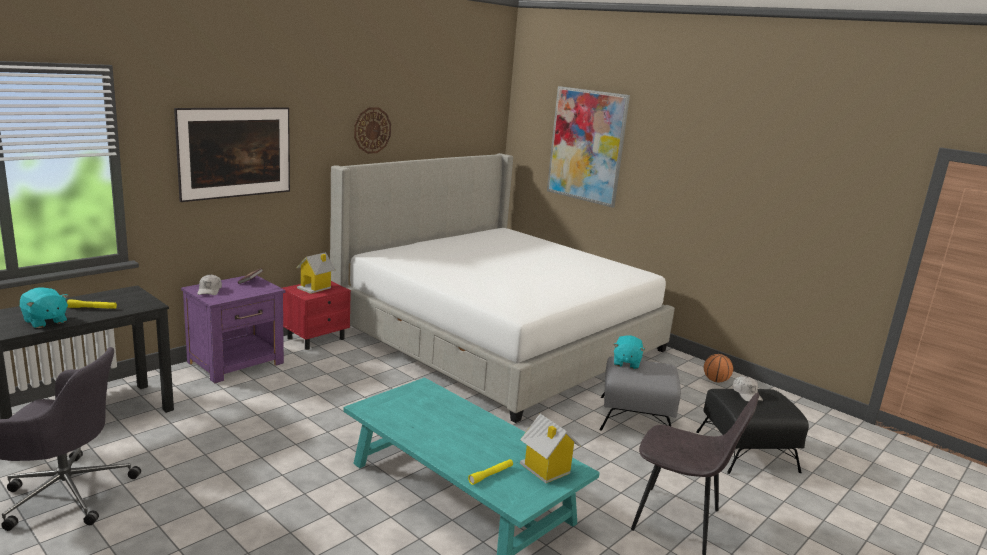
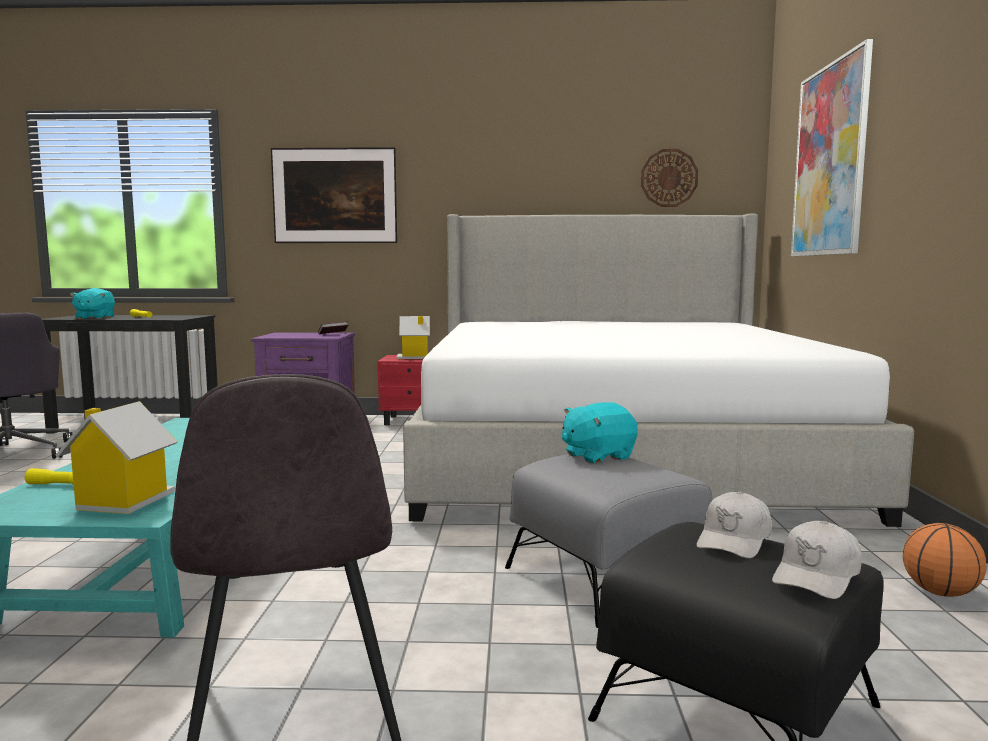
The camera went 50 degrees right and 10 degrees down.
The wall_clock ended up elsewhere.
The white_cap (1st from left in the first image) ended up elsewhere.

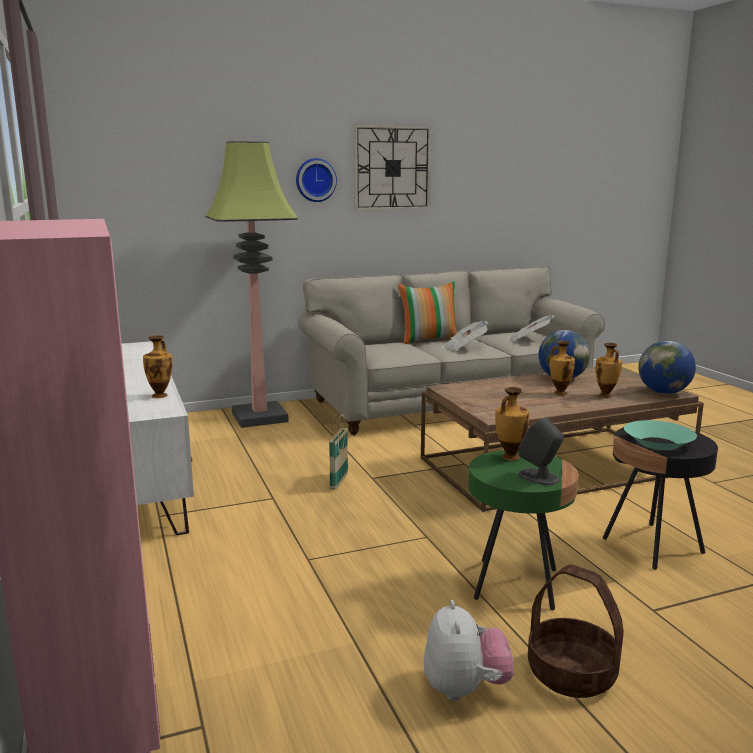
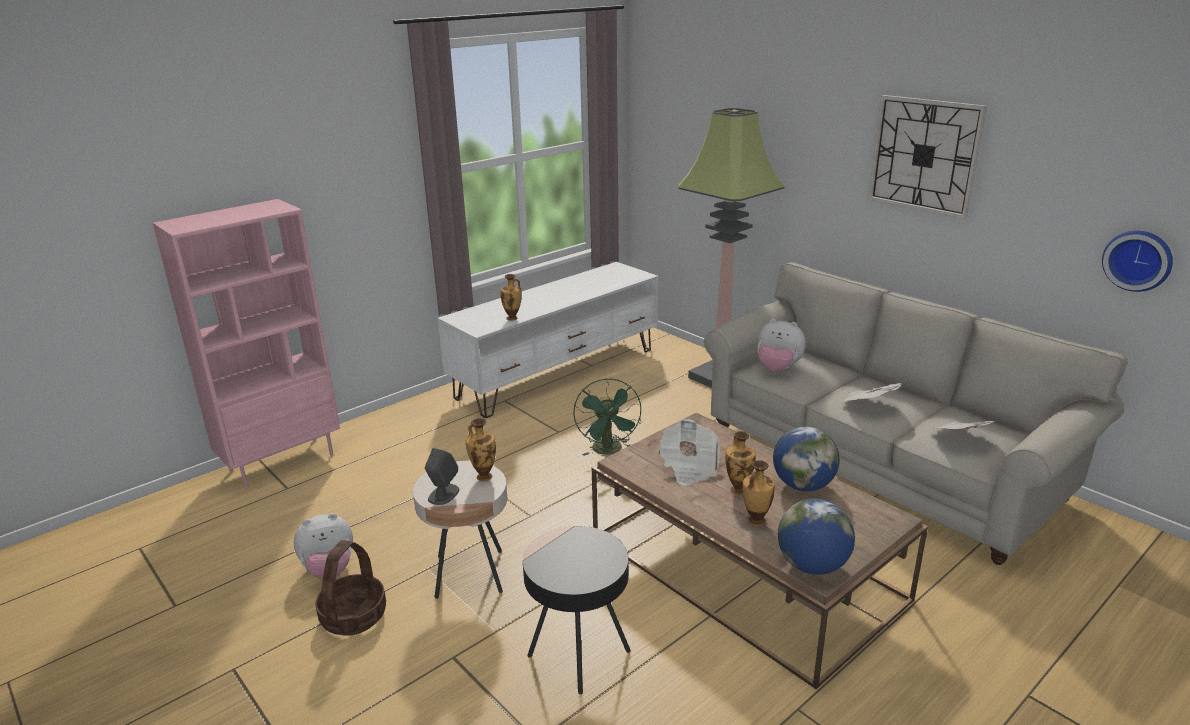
The camera went 70 degrees right and 10 degrees up.
The wall_clock (1st from left in the first image) ended up elsewhere.
The second view lost the pillow.
Where the basket (1st from left) stood, the green_fan came to stand.
The second view lost the turquoise_bowl.
What was the green_side_table turned into the beige_side_table.
The second view gained the plush_toy (2nd from left).
The second view gained the newspaper (1st from left).

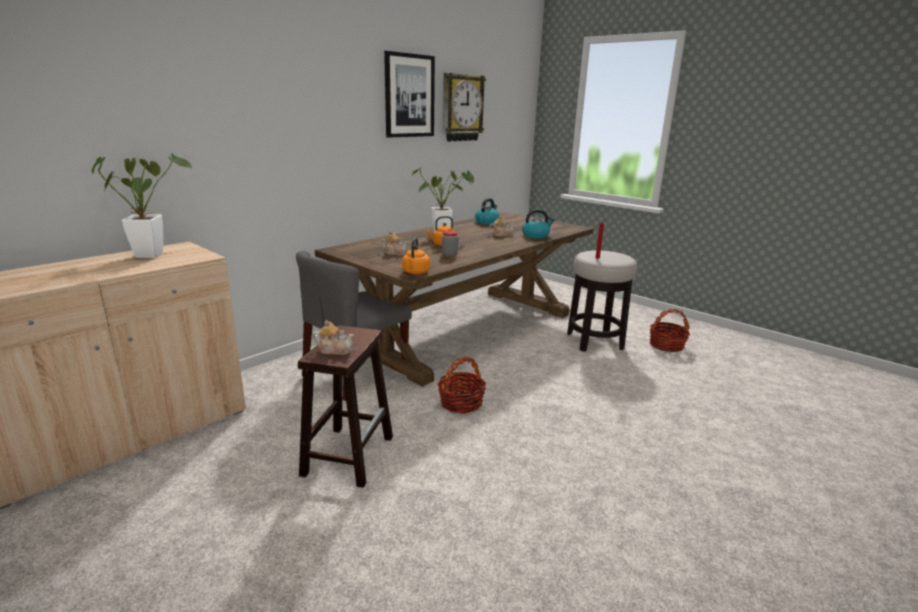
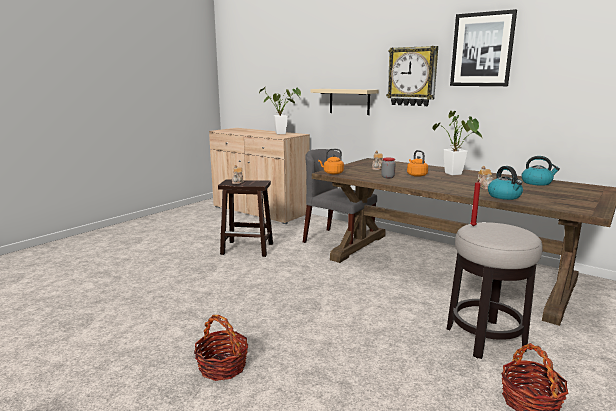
The camera went 85 degrees right and 5 degrees down.
The wall_clock ended up elsewhere.
The basket (1st from left) ended up elsewhere.
The second view gained the beige_shelf.

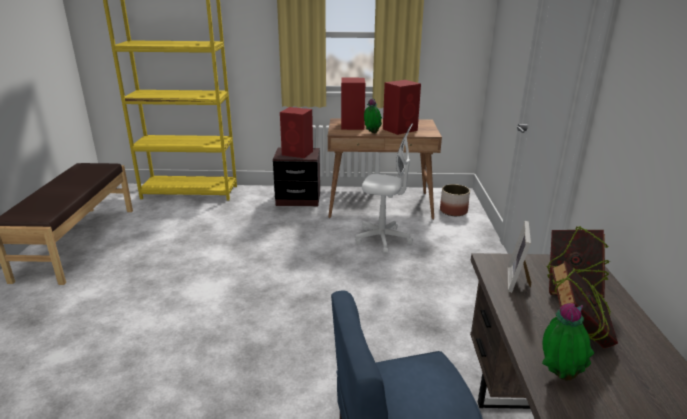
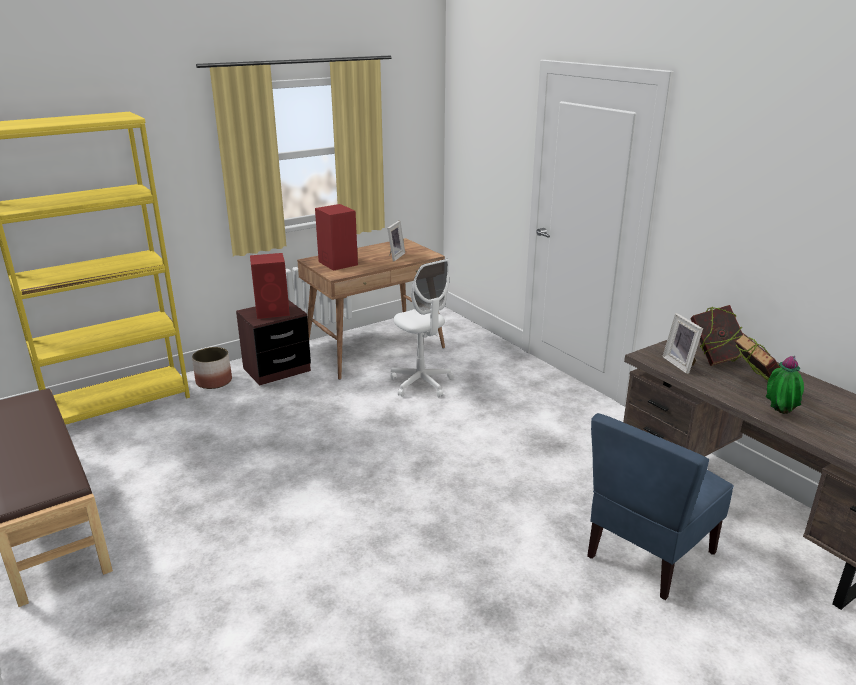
The camera went 35 degrees left and 0 degrees up.
Where the red_speaker (3rd from left) stood, the picture_frame (1st from left) came to stand.
The second view lost the potted_plant (1st from left).
The white_office_chair ended up facing another way, 75 degrees clockwise from before.
The planter ended up elsewhere.

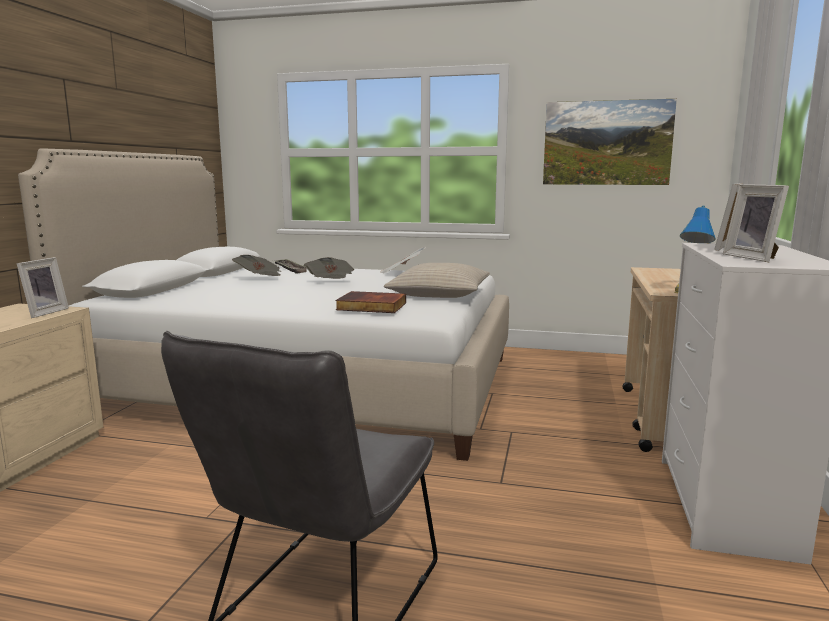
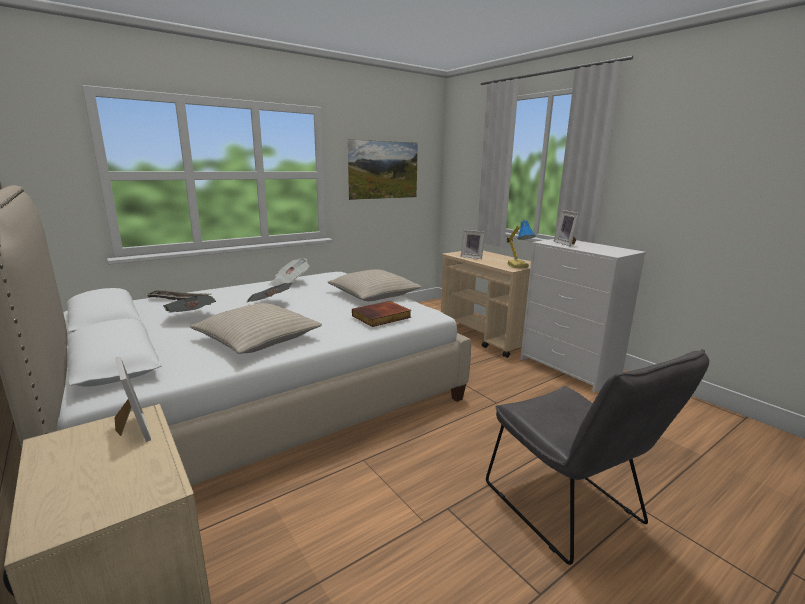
The camera went 50 degrees left and 5 degrees up.
The picture_frame (3rd from left in the first image) ended up elsewhere.
The second view gained the beige_pillow (1st from left).

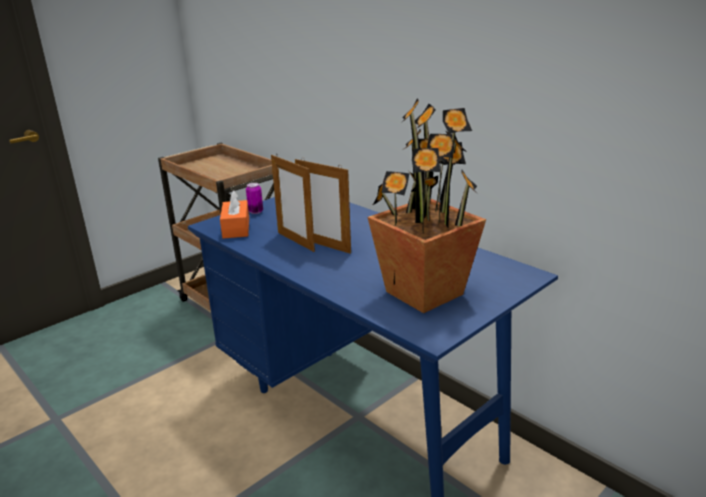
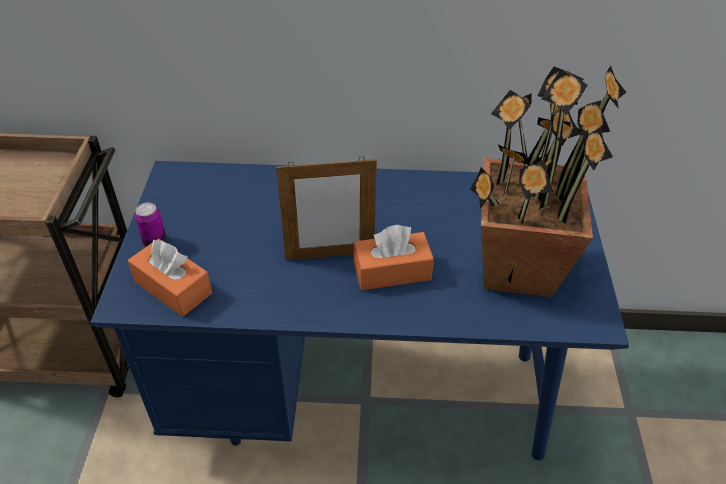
The camera went 45 degrees left and 20 degrees up.
The second view lost the picture_frame (1st from left).
The second view gained the orange_tissue_box (2nd from left).

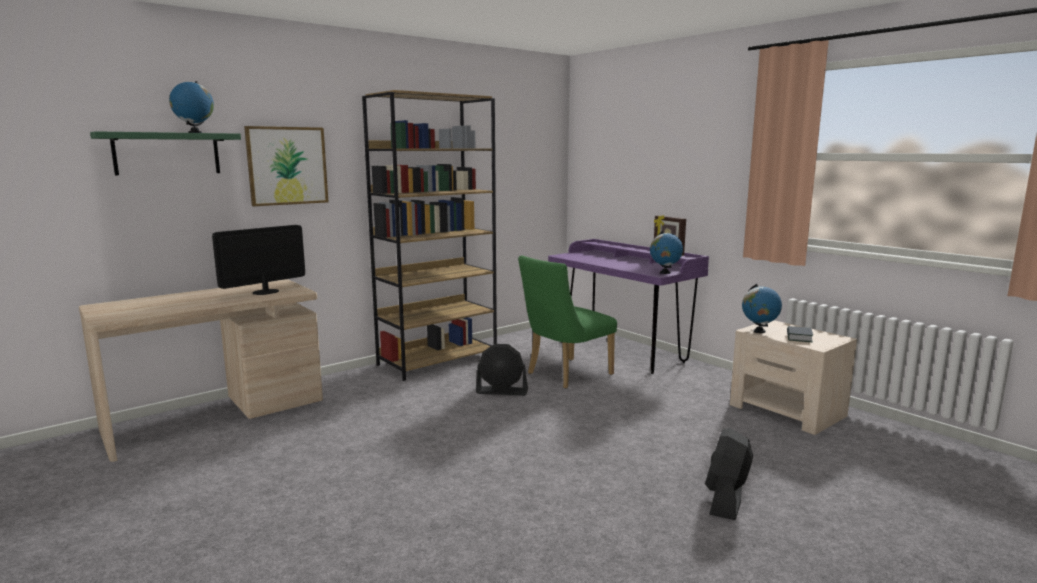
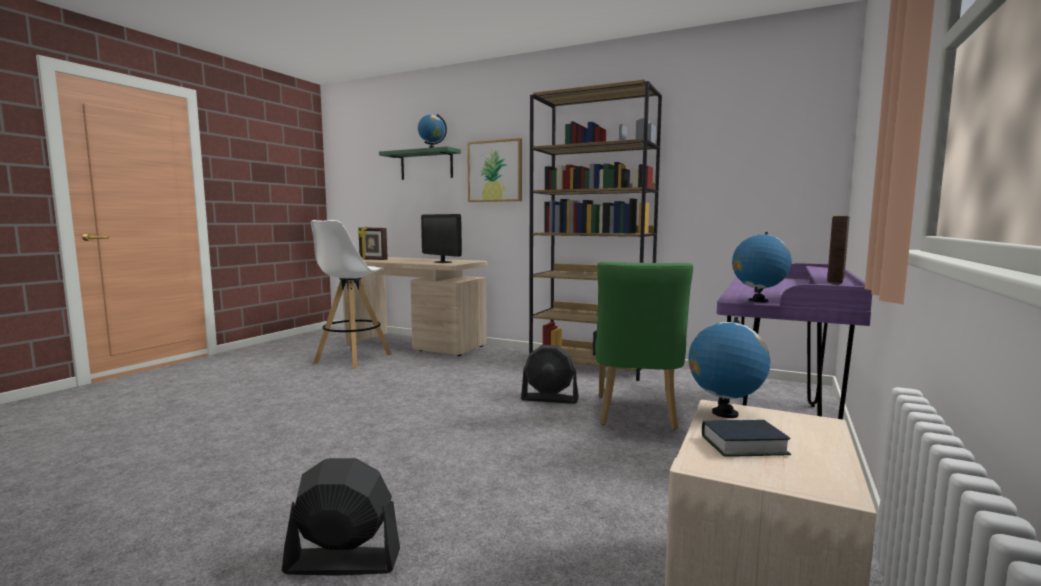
The camera went 65 degrees right and 5 degrees down.
The monitor ended up facing another way, 150 degrees counterclockwise from before.
The green_chair ended up facing another way, 105 degrees counterclockwise from before.
The black_fan (1st from left in the first image) ended up facing another way, 60 degrees counterclockwise from before.
The second view gained the white_stool.
The second view gained the picture_frame (1st from left).

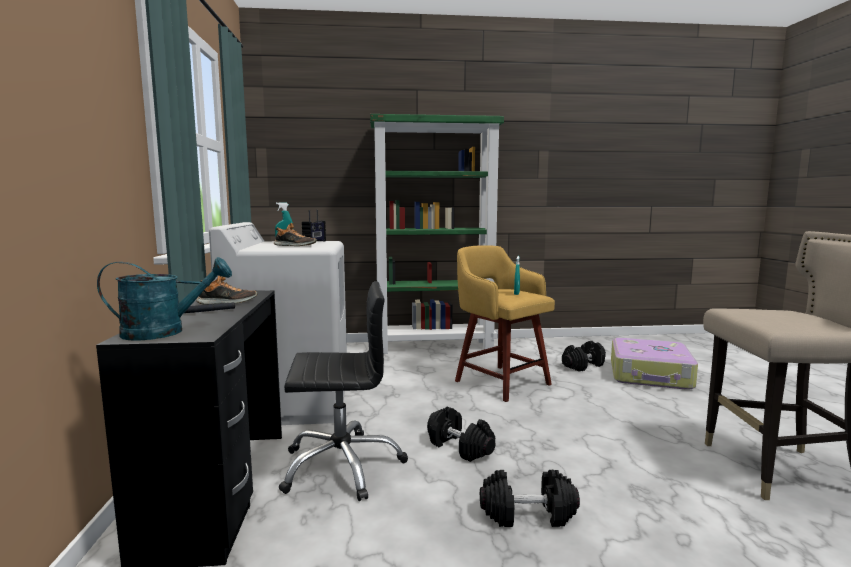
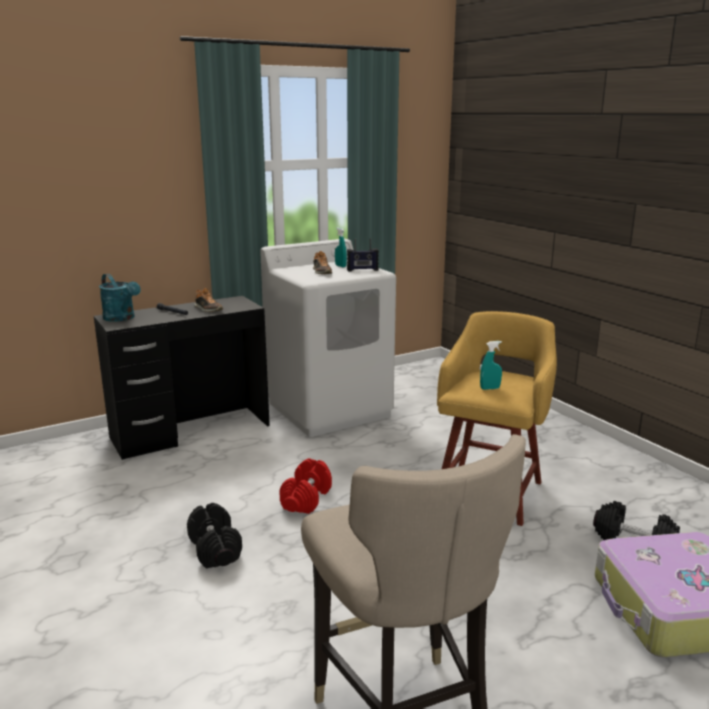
The camera went 65 degrees right and 10 degrees up.
The second view lost the green_bookcase.
The second view lost the black_office_chair.
What was the black_dumbbell (1st from left) turned into the red_dumbbell.

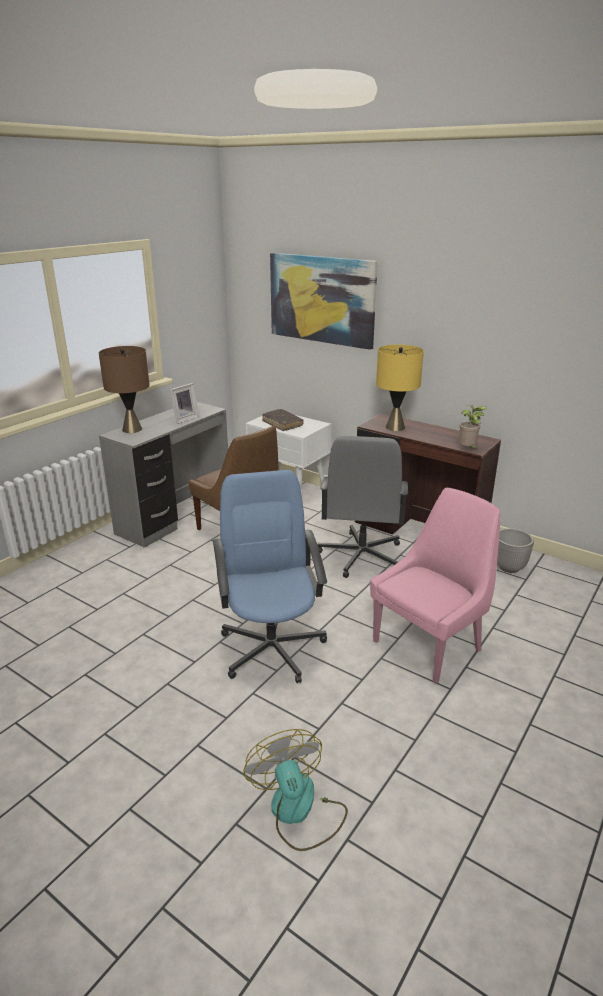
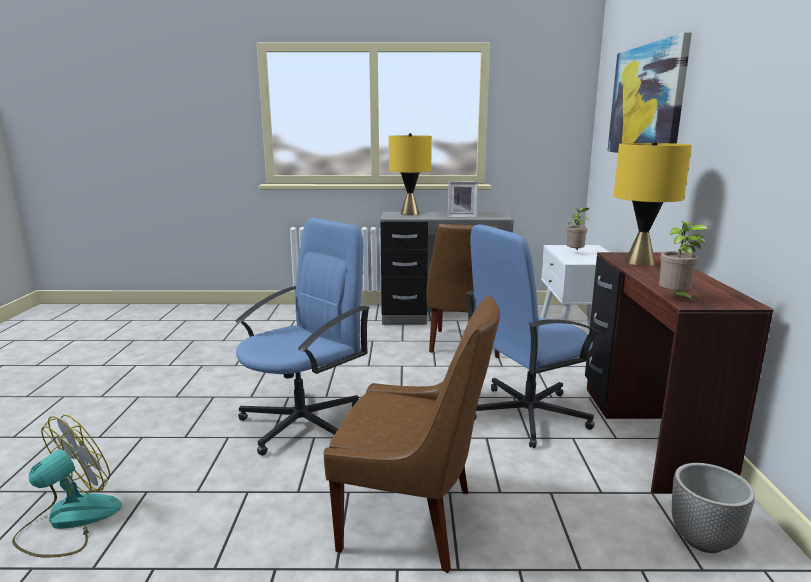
The camera went 55 degrees right and 10 degrees down.
What was the brown_table_lamp turned into the yellow_table_lamp (1st from left).
Where the brown_book stood, the potted_plant (1st from left) came to stand.
What was the grey_office_chair turned into the blue_office_chair (2nd from left).
What was the pink_chair turned into the brown_chair (1st from left).

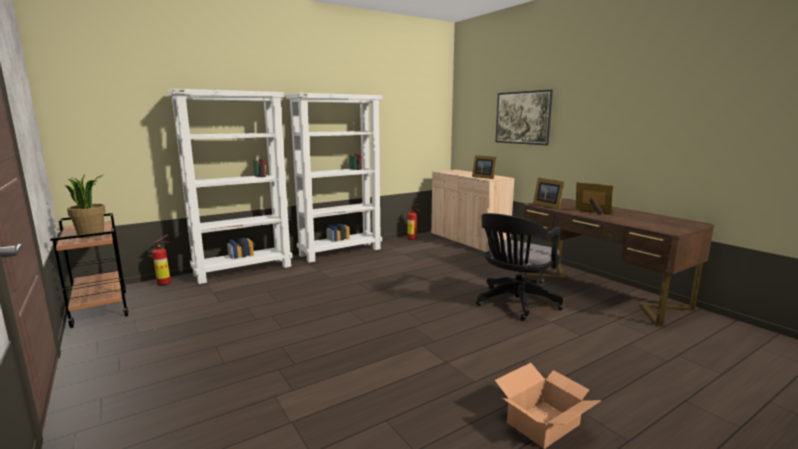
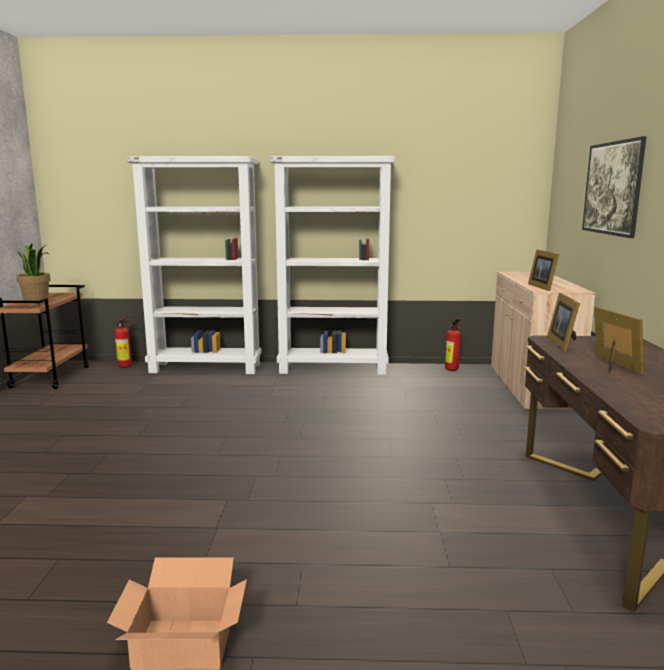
The camera went 35 degrees right and 0 degrees up.
The second view lost the black_office_chair.

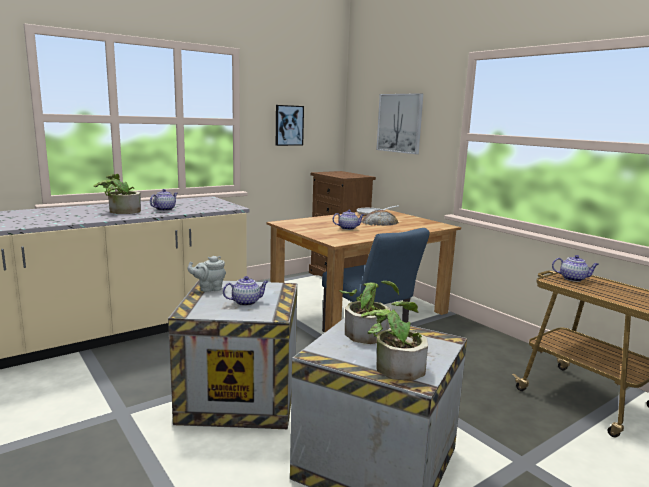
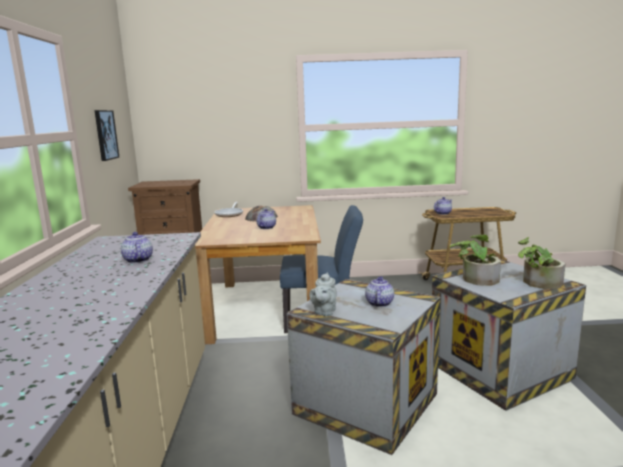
The camera went 55 degrees left and 0 degrees up.
The second view lost the picture (2nd from left).
The second view lost the potted_plant (1st from left).

